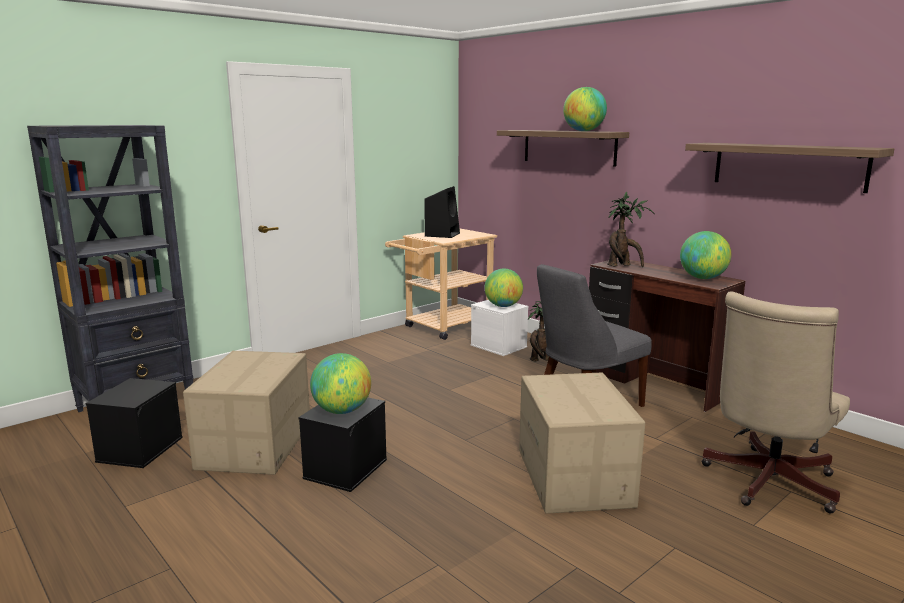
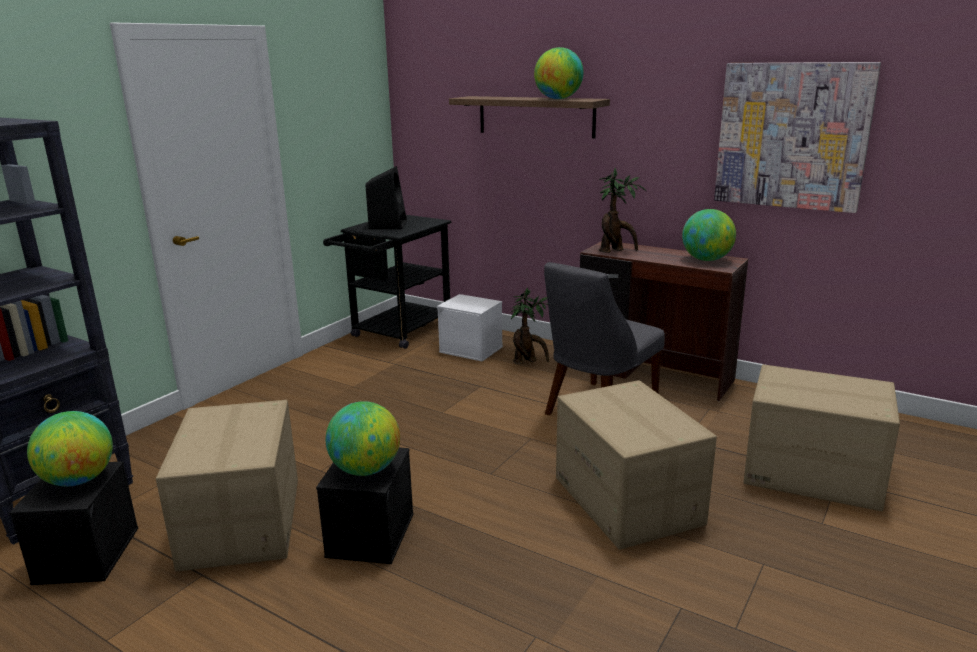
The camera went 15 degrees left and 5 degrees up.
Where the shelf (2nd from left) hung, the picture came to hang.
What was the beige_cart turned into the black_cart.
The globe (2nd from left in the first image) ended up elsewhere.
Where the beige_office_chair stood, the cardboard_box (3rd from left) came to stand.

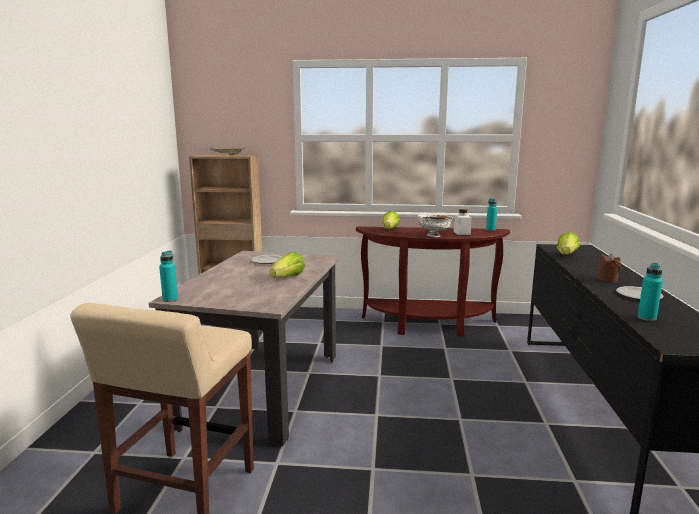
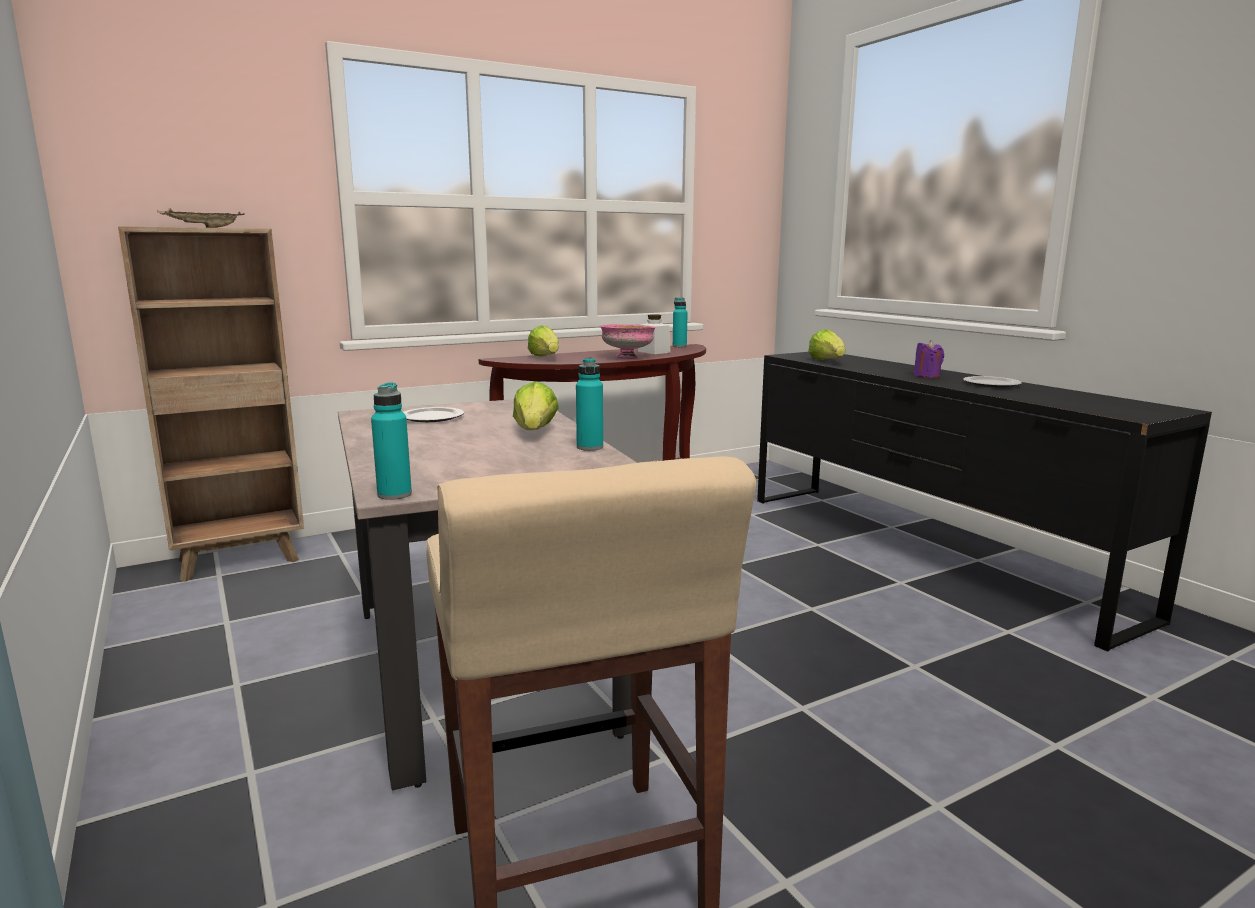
The camera went 35 degrees left and 0 degrees up.
What was the white_bowl turned into the pink_bowl.
What was the brown_candle turned into the purple_candle.
The turquoise_bottle (3rd from left in the first image) ended up elsewhere.

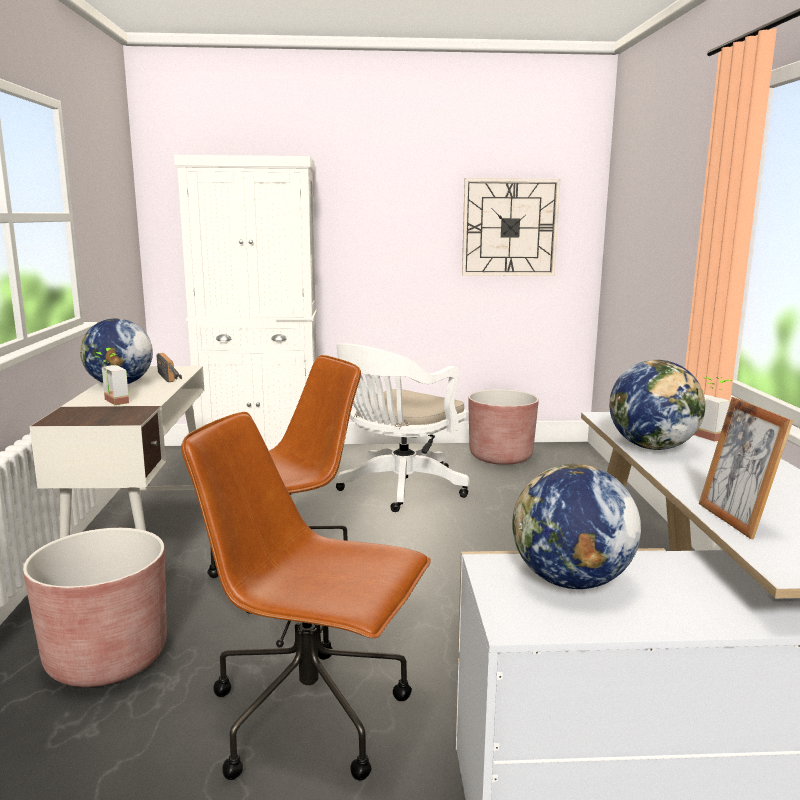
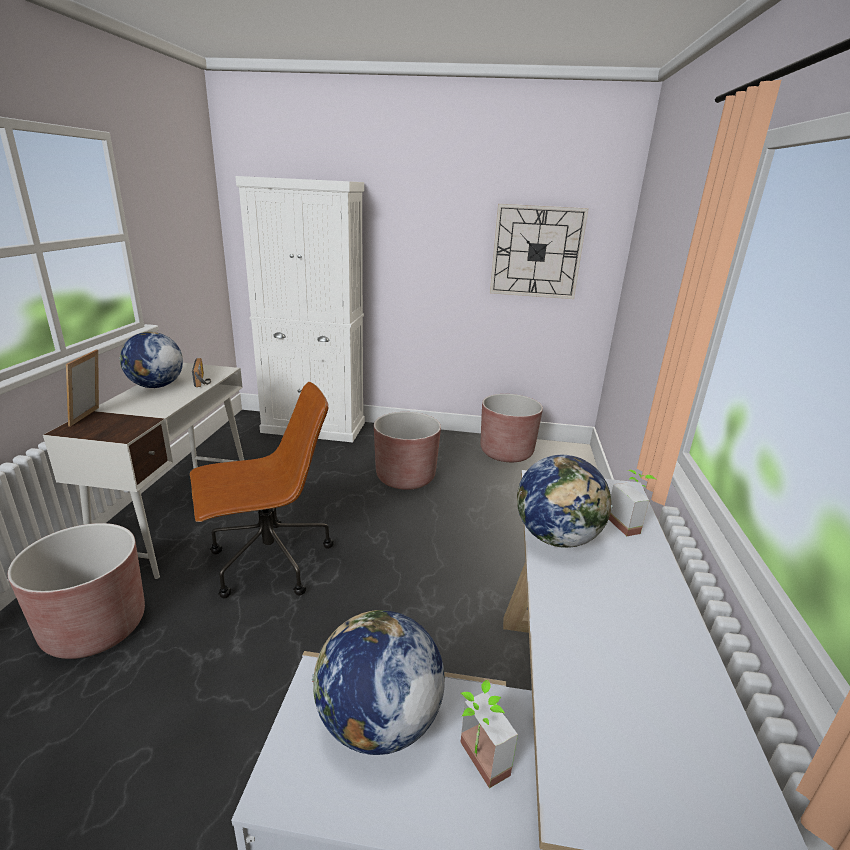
The camera went 10 degrees right and 10 degrees up.
Where the white_office_chair stood, the brown_planter (2nd from left) came to stand.
The potted_plant (1st from left) ended up elsewhere.
The picture_frame ended up elsewhere.
The second view lost the brown_office_chair (2nd from left).

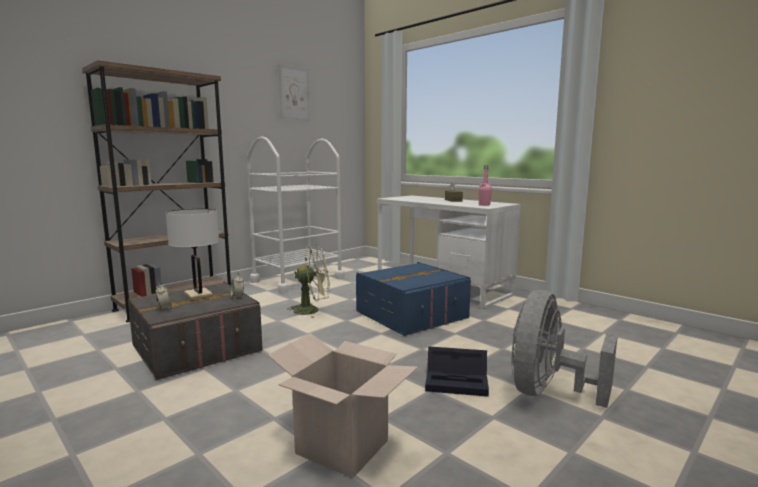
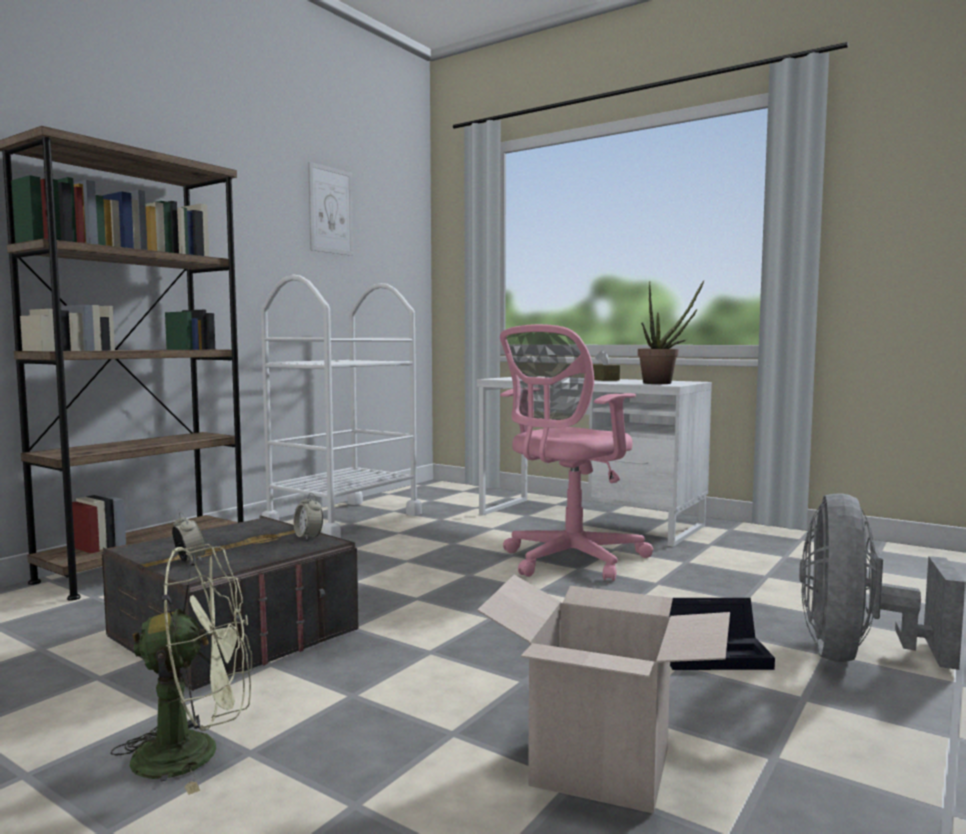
The camera went 10 degrees left and 5 degrees down.
Where the pink_bottle stood, the potted_plant came to stand.
The second view lost the white_table_lamp.
The green_fan ended up elsewhere.
Where the blue_storage_box stood, the pink_office_chair came to stand.

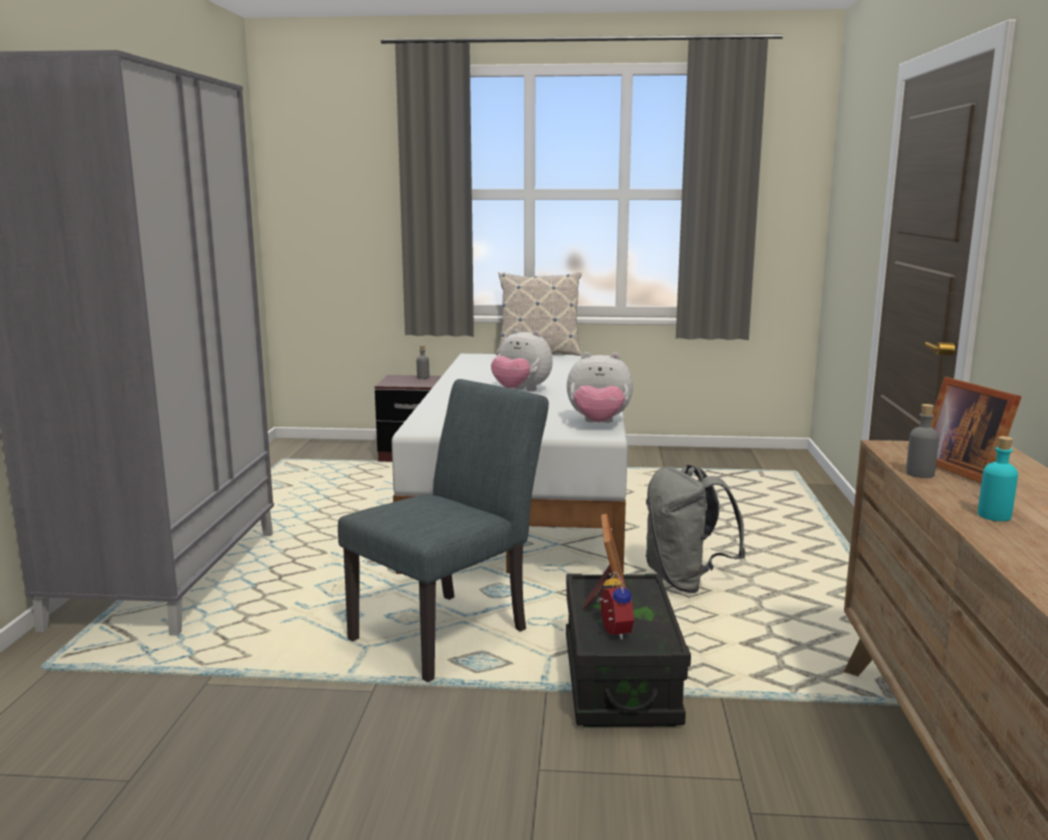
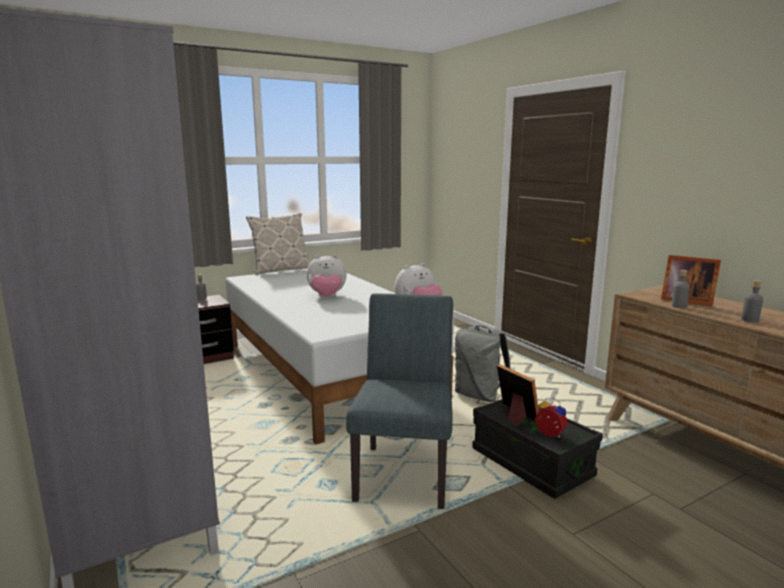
The camera went 35 degrees left and 0 degrees up.
What was the turquoise_bottle turned into the grey_bottle (3rd from left).

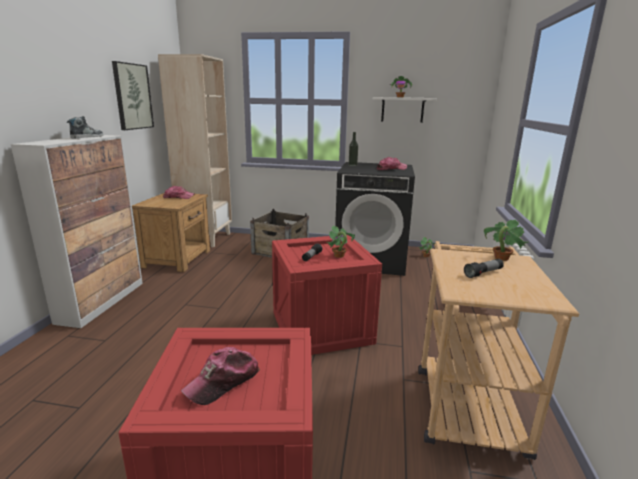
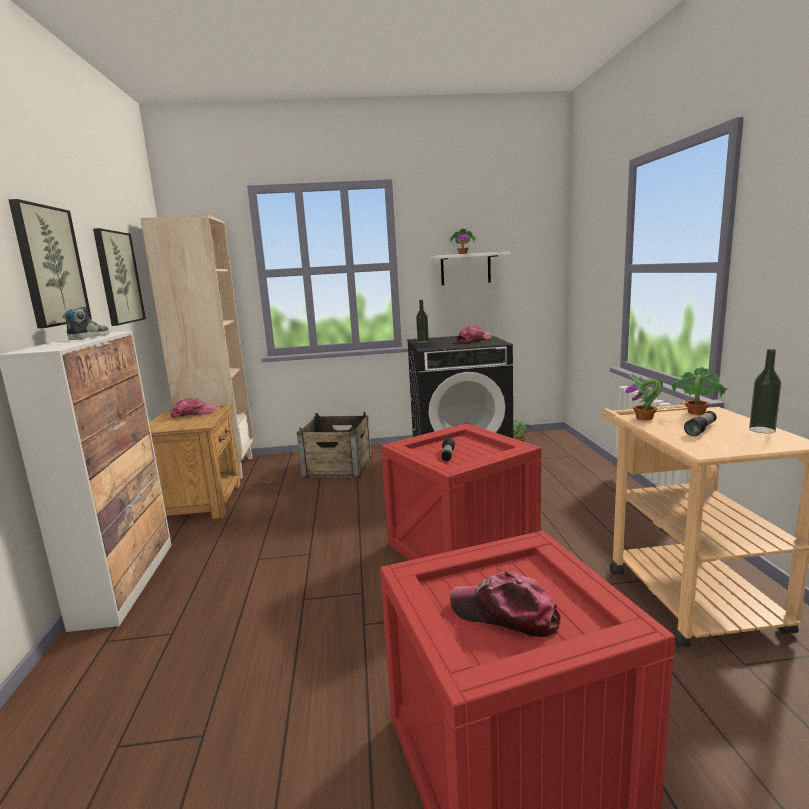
The camera went 15 degrees left and 5 degrees down.
The potted_plant (1st from left in the first image) ended up elsewhere.
The cap (2nd from left in the first image) ended up facing another way, 90 degrees clockwise from before.
The second view gained the picture (1st from left).
The second view gained the bottle (2nd from left).

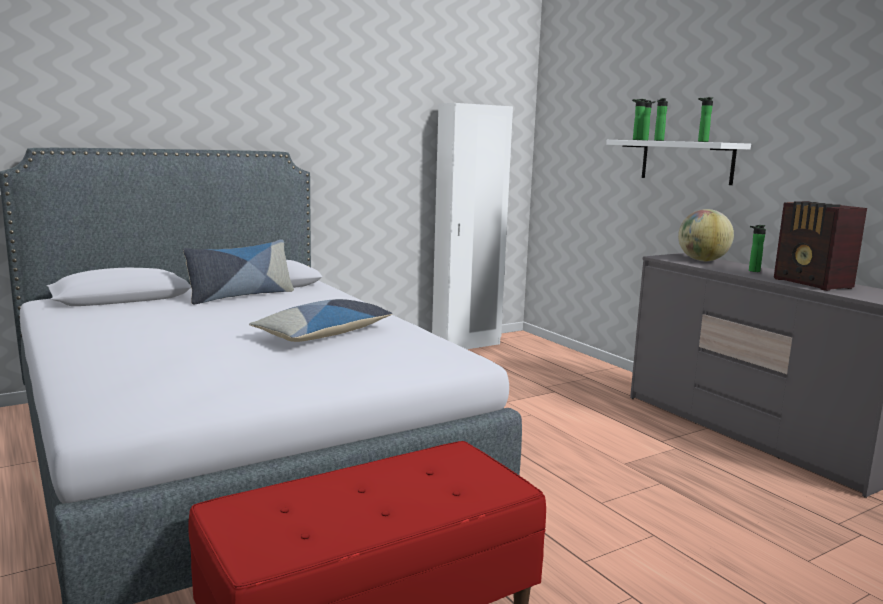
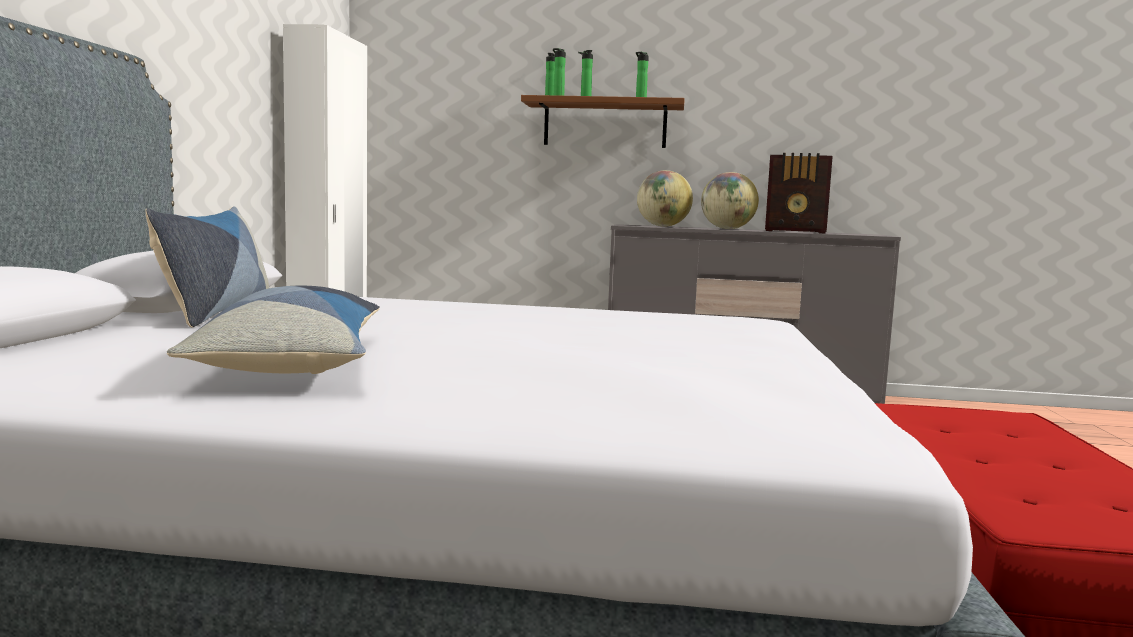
The camera went 50 degrees left and 5 degrees down.
What was the white_shelf turned into the brown_shelf.
Where the bottle (5th from left) stood, the globe (2nd from left) came to stand.
The pillow (2nd from left) ended up elsewhere.

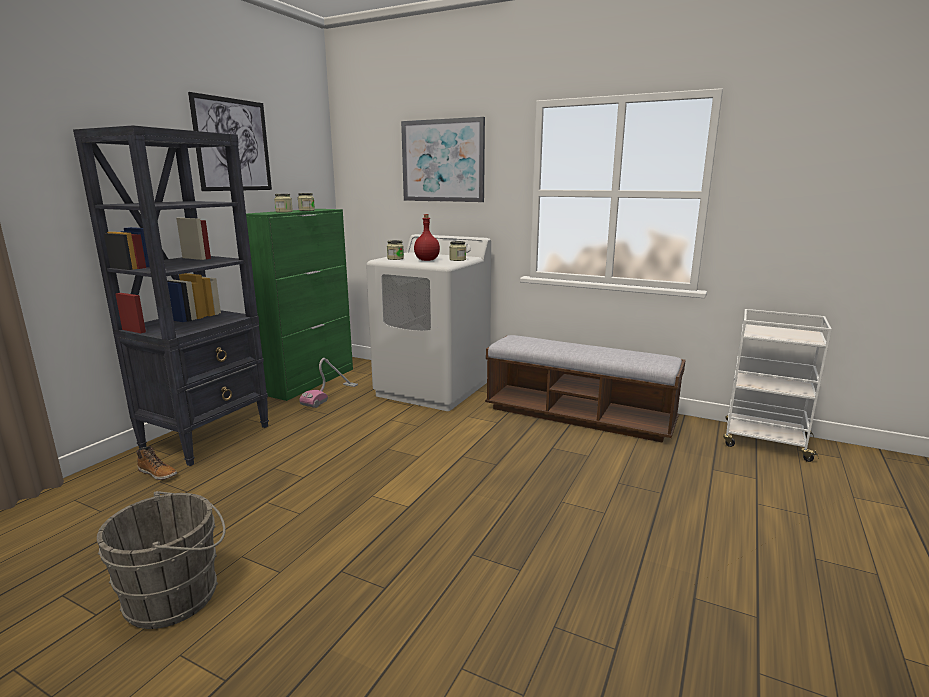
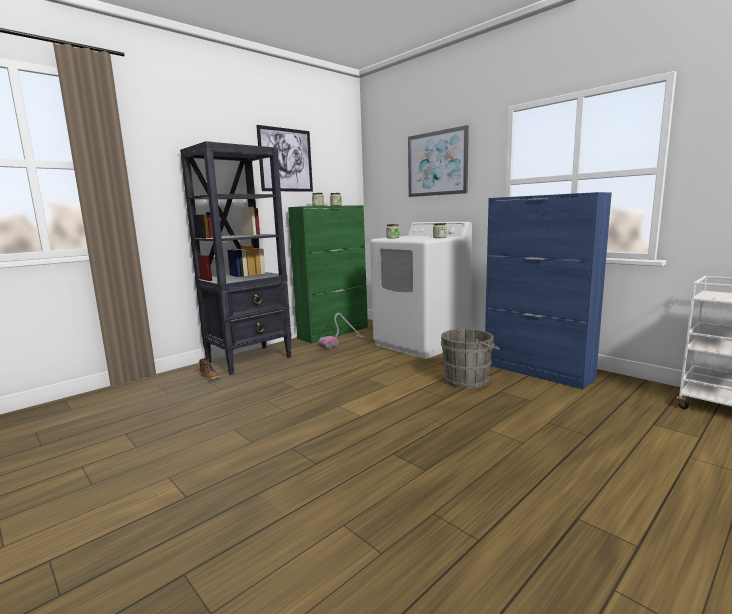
The camera went 20 degrees right and 5 degrees down.
The second view lost the red_bottle.
Where the bench stood, the blue_cabinet came to stand.
The grey_bucket ended up elsewhere.

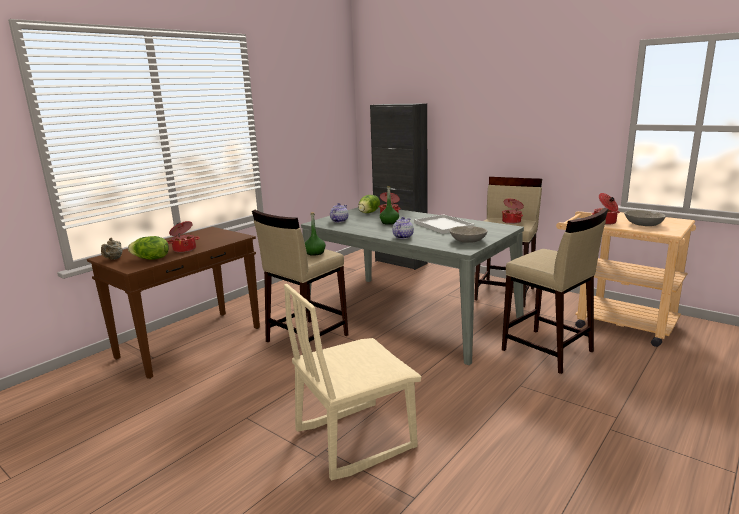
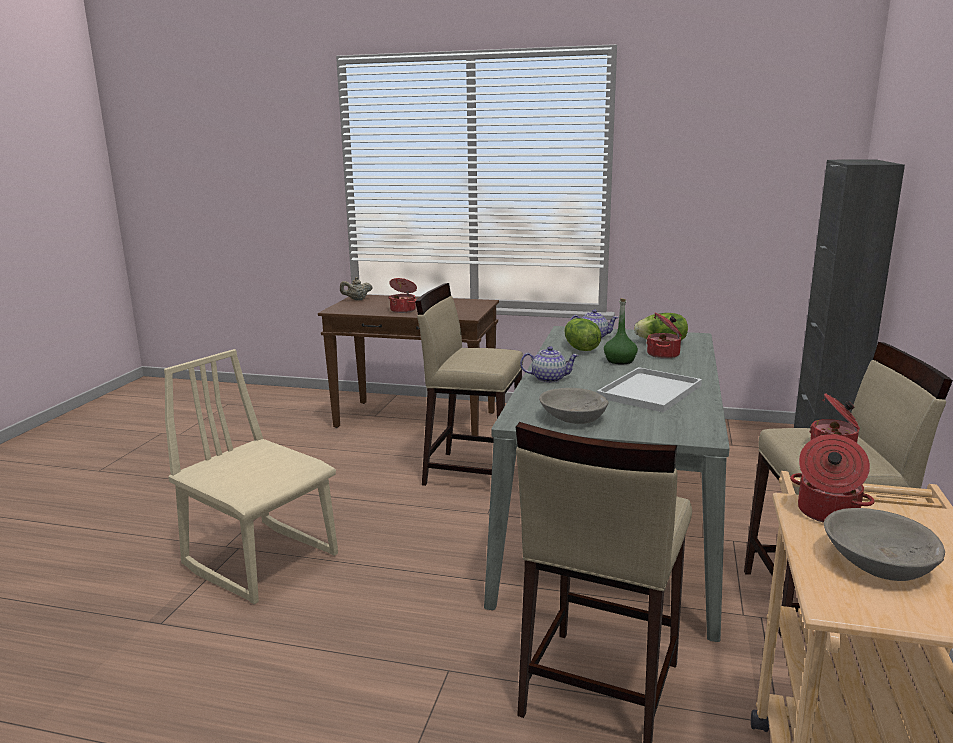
The camera went 65 degrees right and 0 degrees up.
The second view lost the green_bottle (1st from left).
The lettuce (1st from left) ended up elsewhere.

